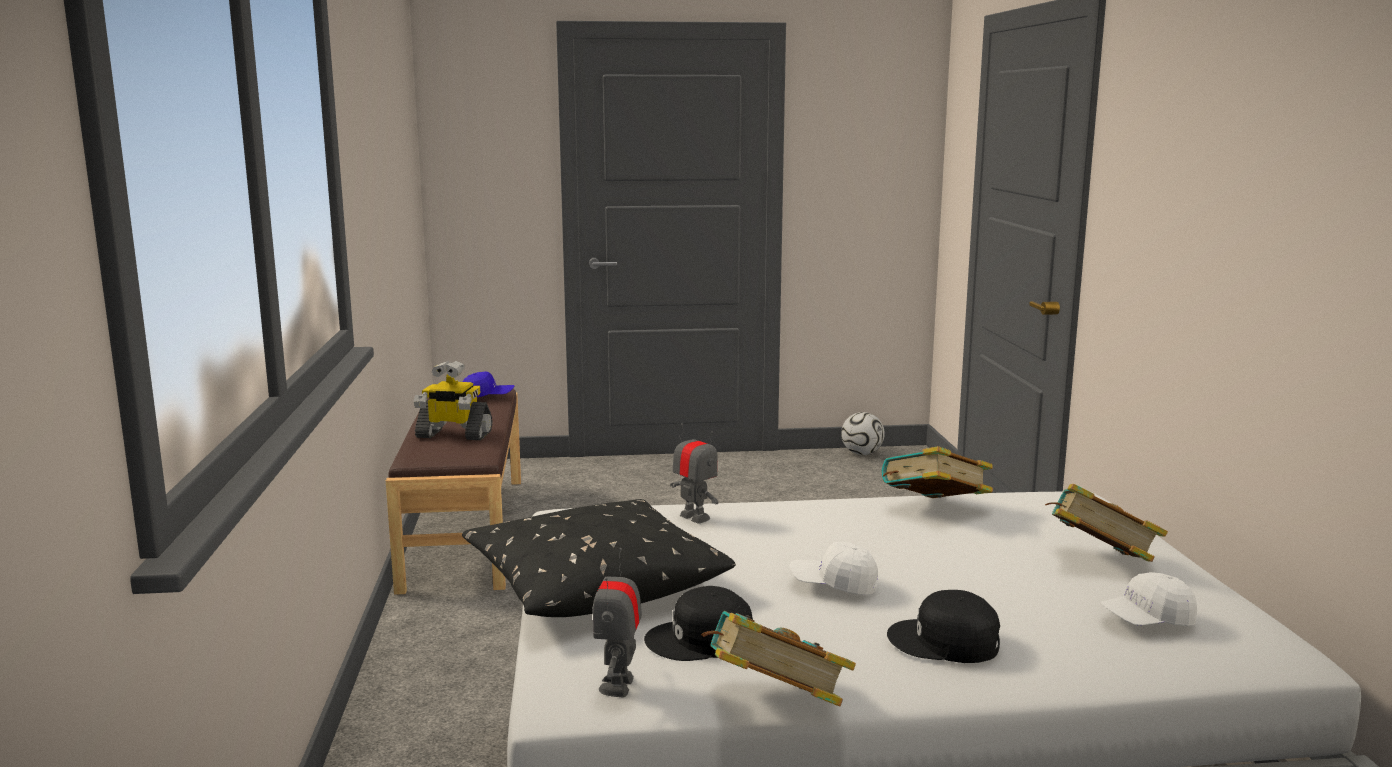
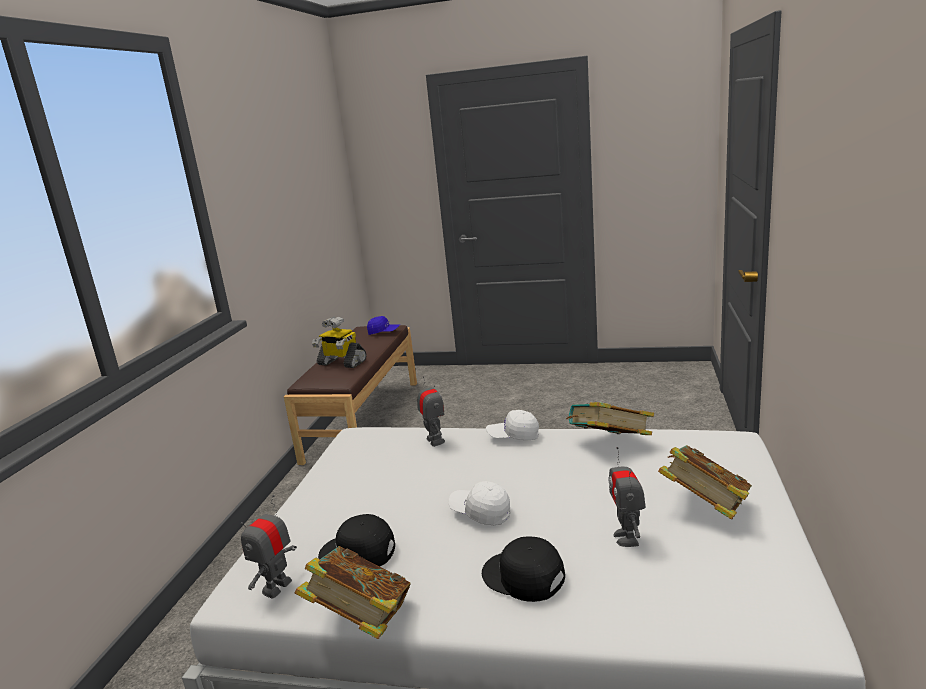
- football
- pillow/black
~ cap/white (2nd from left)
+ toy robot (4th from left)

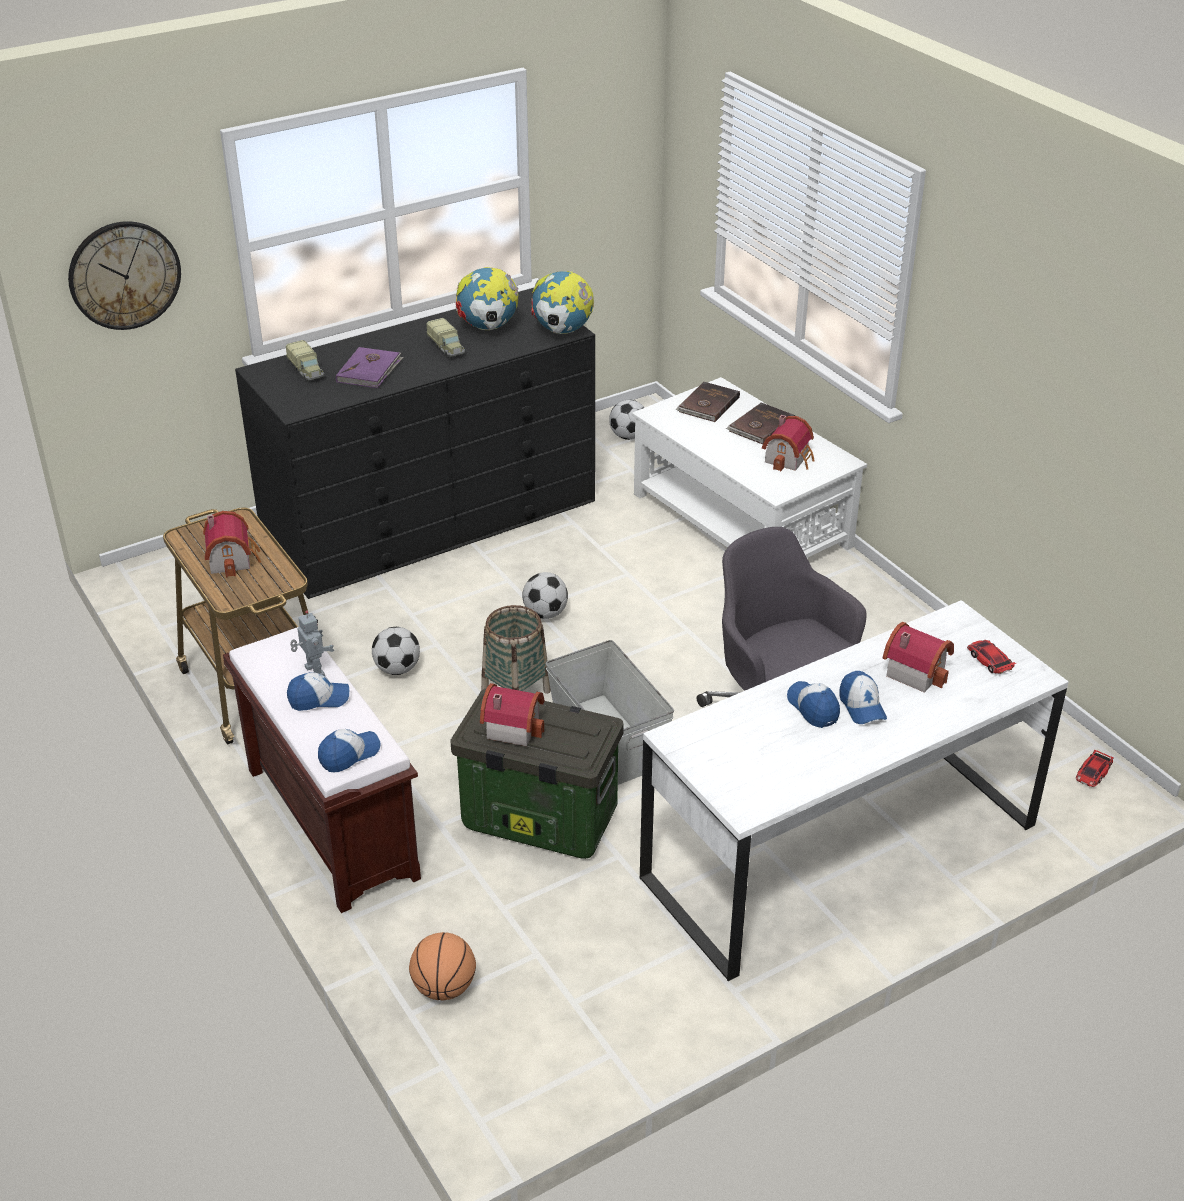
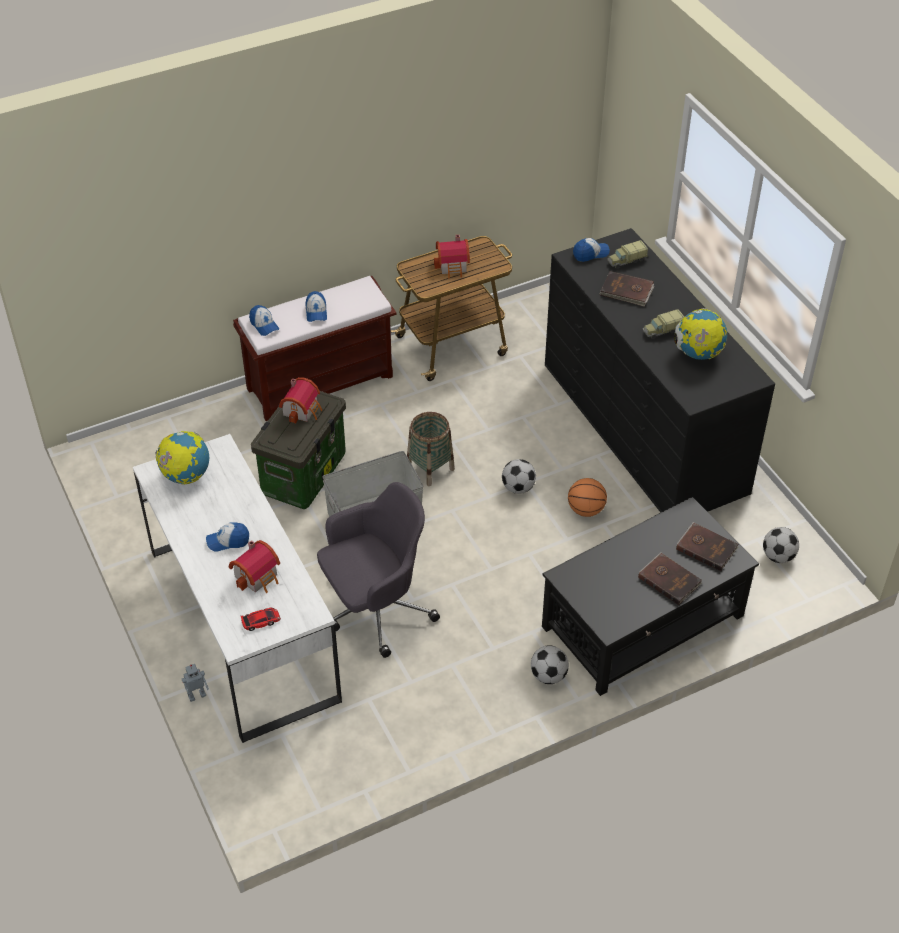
- wall clock
~ globe (2nd from left in the first image) to globe (1st from left)
~ book/purple to book/brown (1st from left)
~ coffee table/white to coffee table/black
- toy house (3rd from left)
~ toy robot
~ football (1st from left in the first image) to football (2nd from left)
~ cap (3rd from left in the first image) to cap (4th from left)
- toy car (2nd from left)
~ basketball

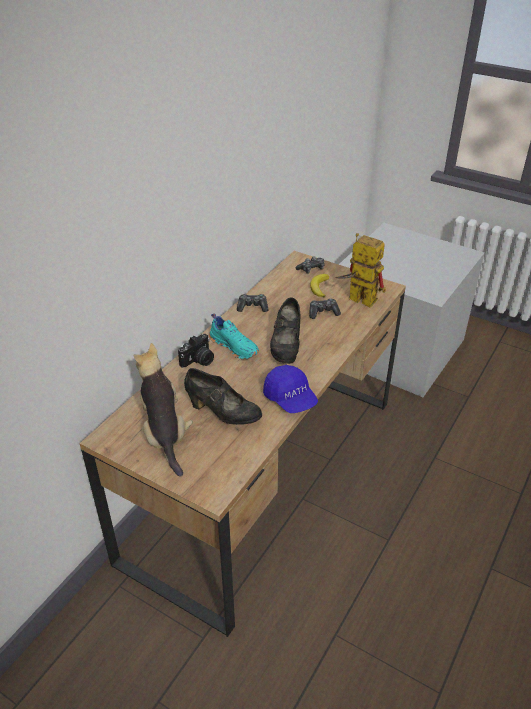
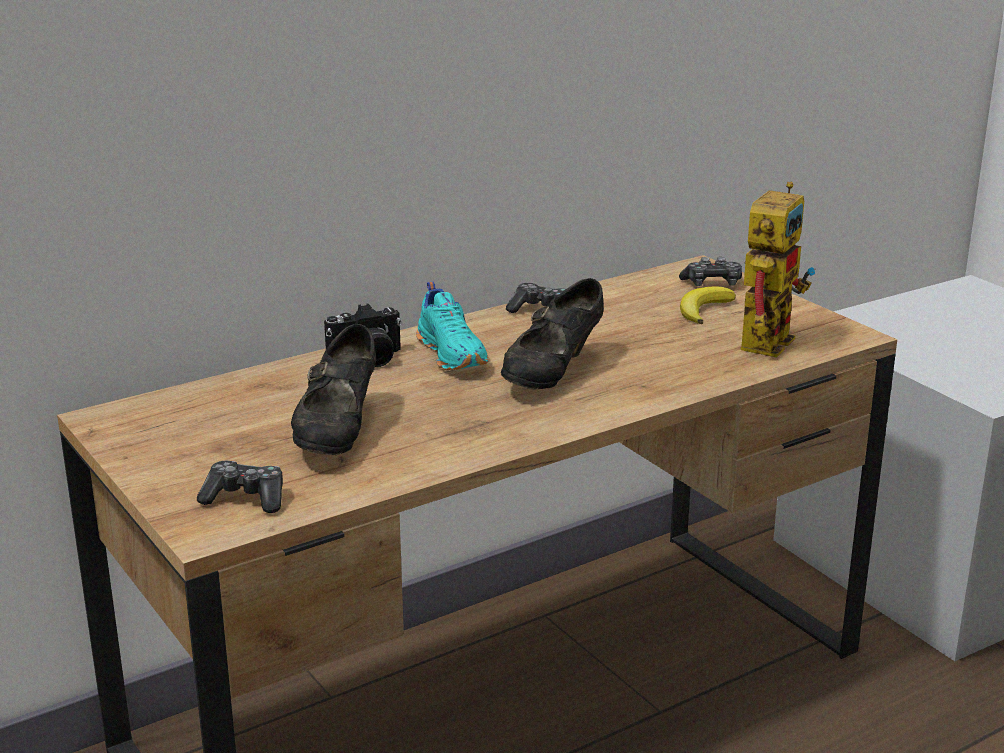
~ toy robot 60 degrees clockwise
~ game controller (3rd from left in the first image) to game controller (1st from left)
- plush toy
- cap/blue
~ shoe/black (1st from left) 45 degrees clockwise

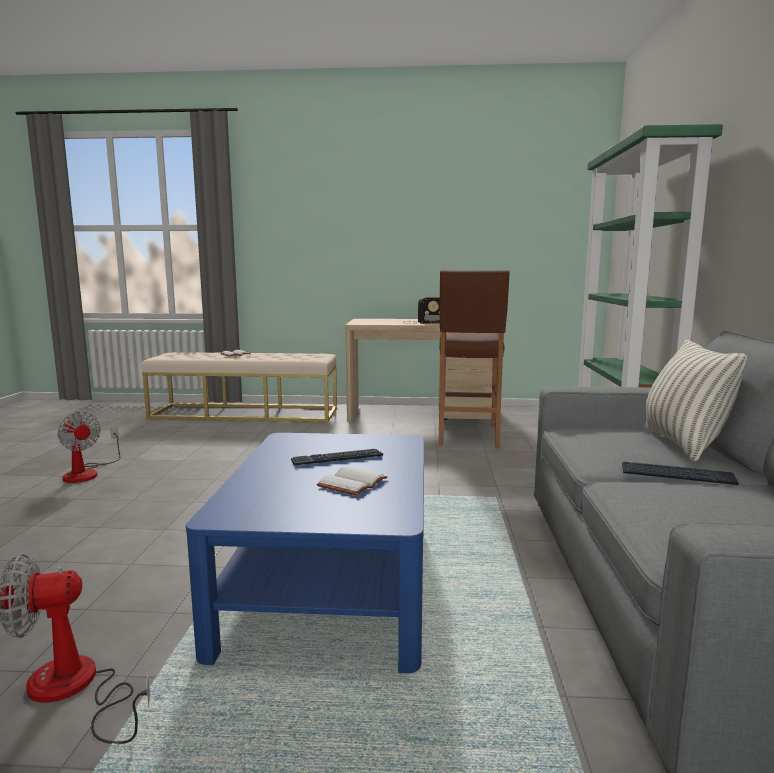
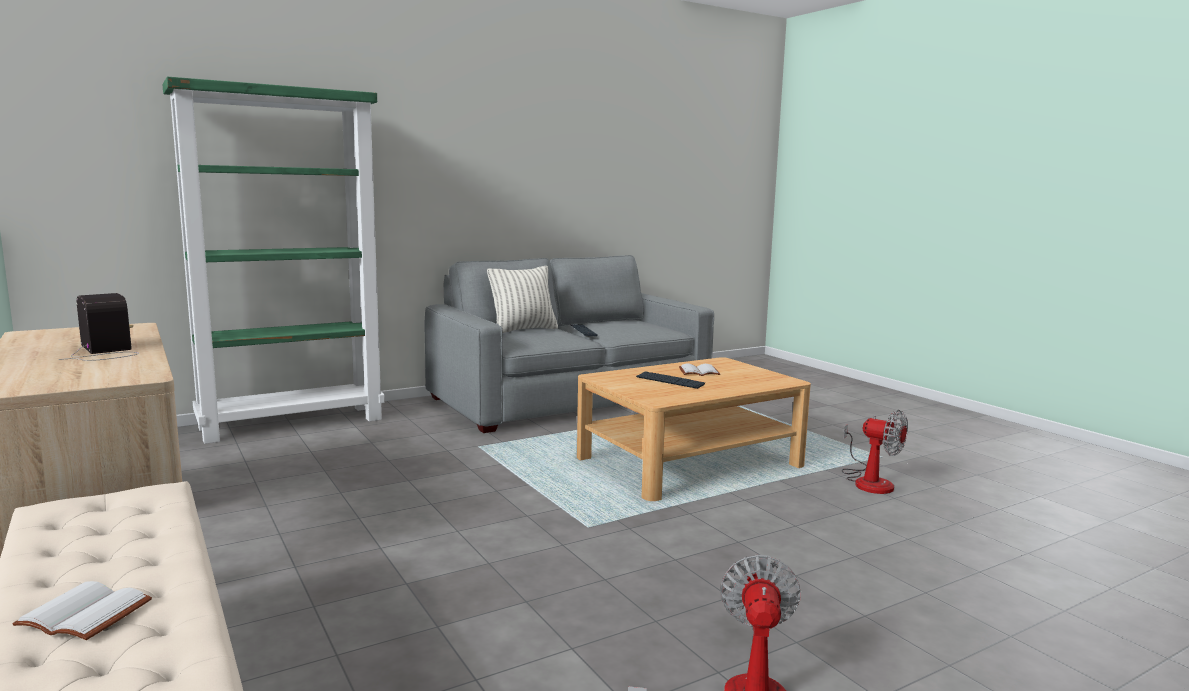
- stool/brown
~ coffee table/blue to coffee table/beige

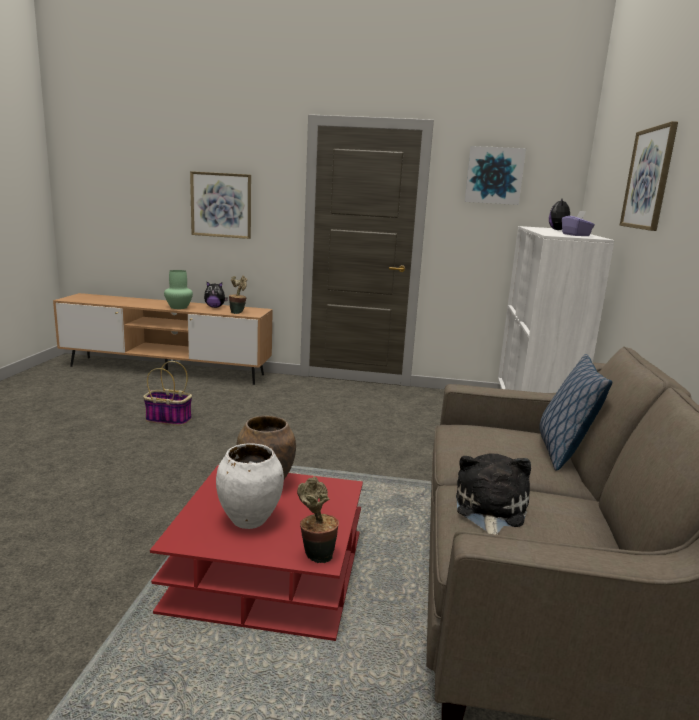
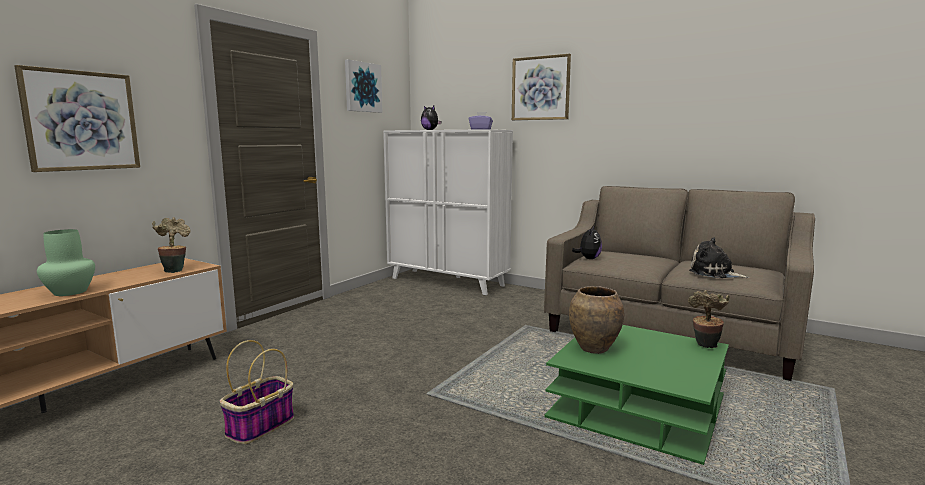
~ plush toy (1st from left in the first image) to plush toy (2nd from left)
- pillow
- vase/white
~ coffee table/red to coffee table/green

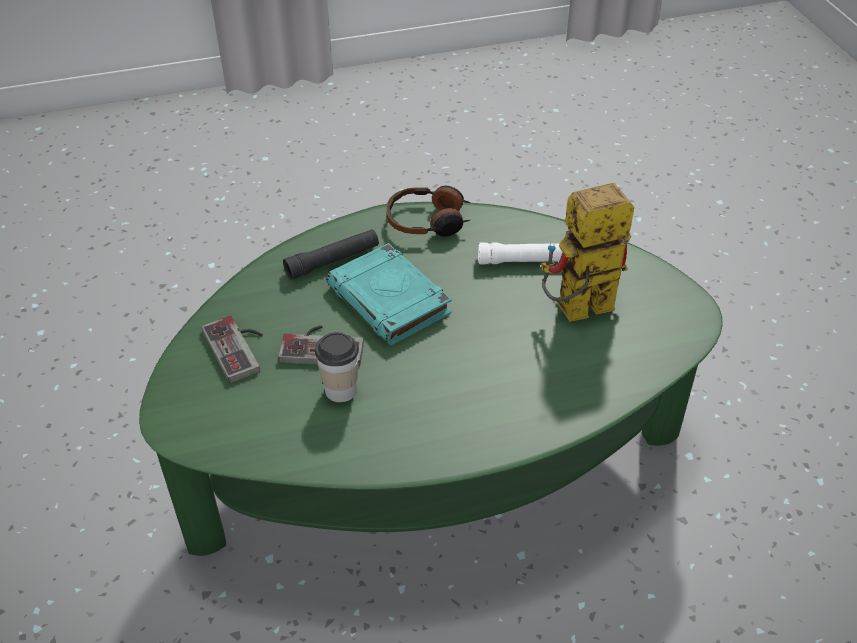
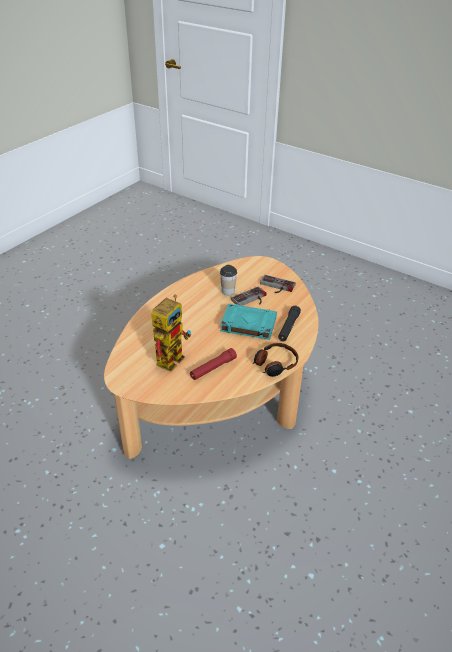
~ coffee table/green to coffee table/beige
~ flashlight/white to flashlight/red

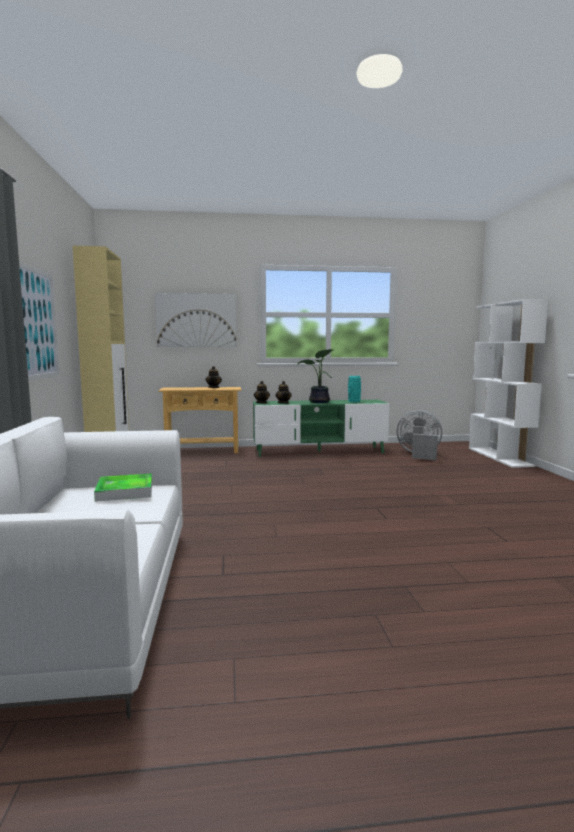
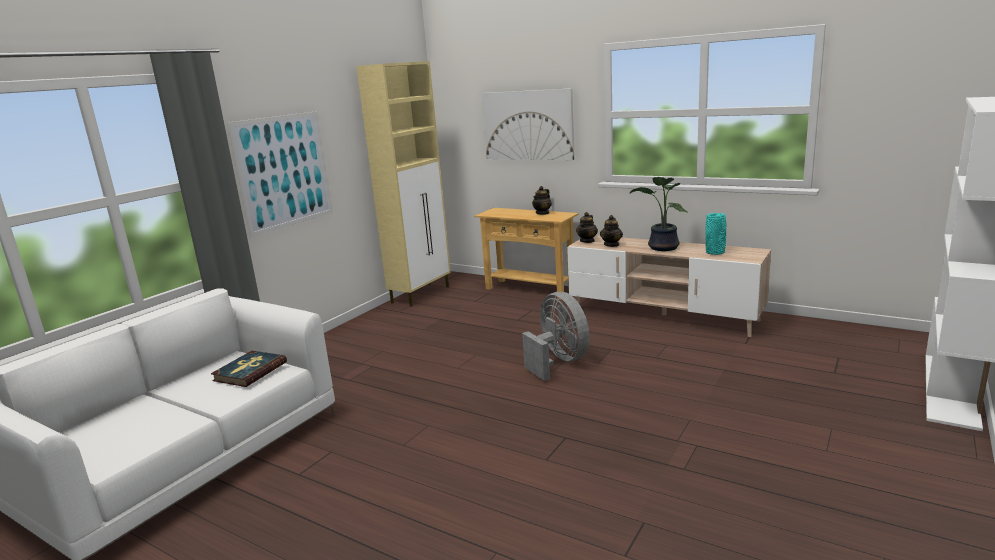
~ tv stand/green to tv stand/beige
~ fan/grey
~ tray to book

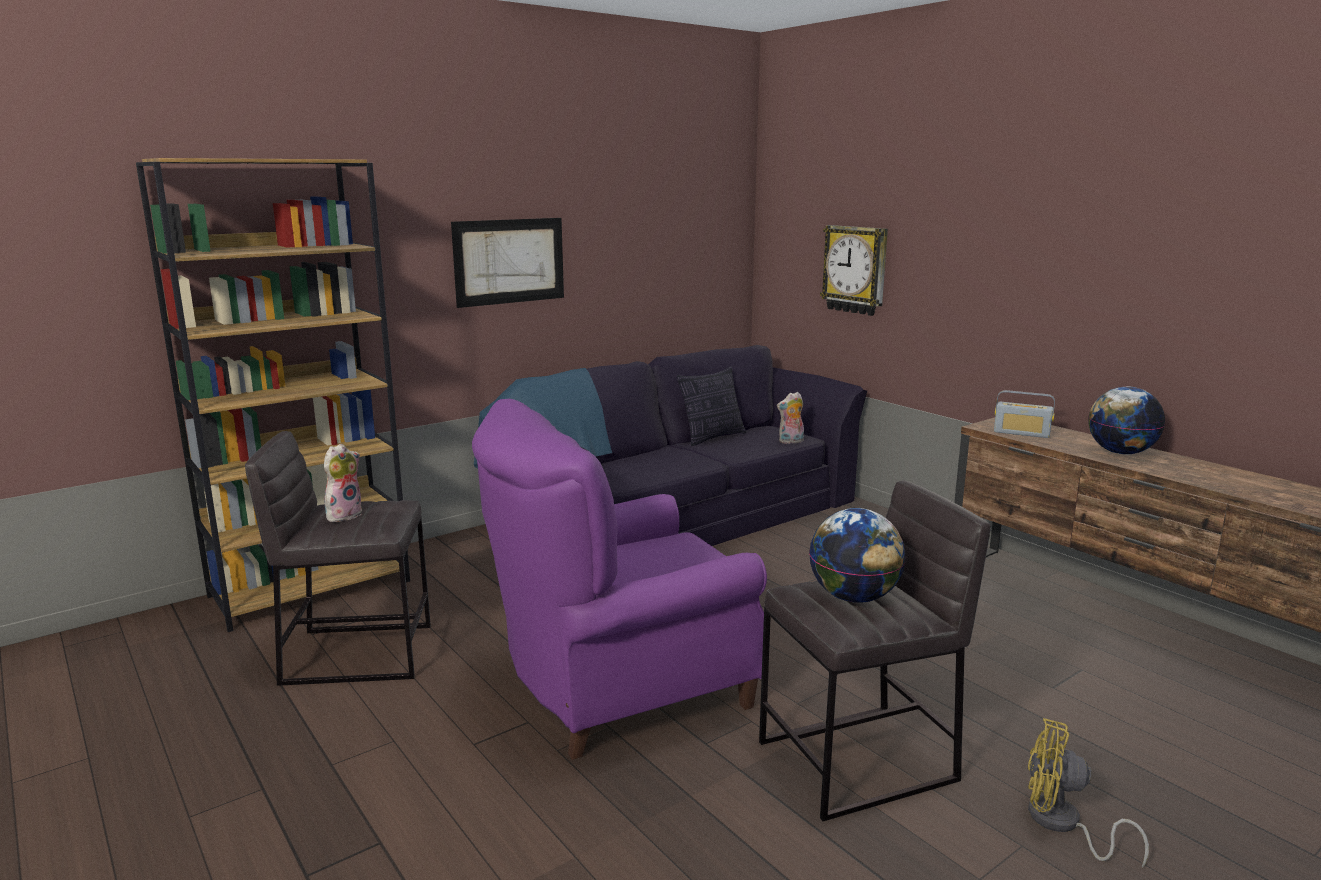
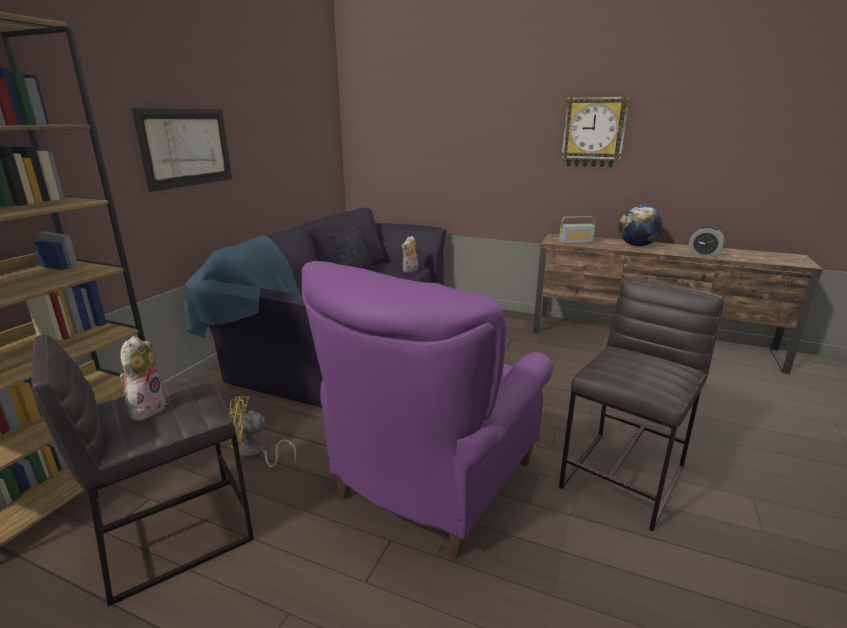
~ wall clock
- globe (1st from left)
~ fan/yellow
+ alarm clock

